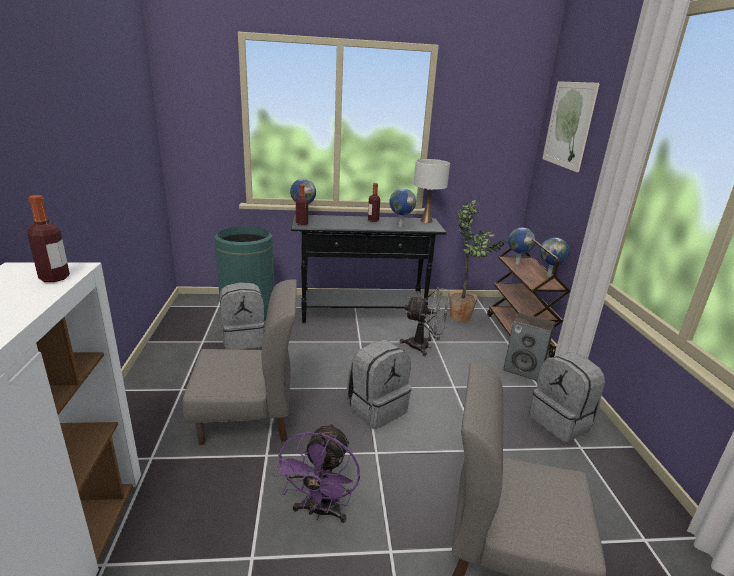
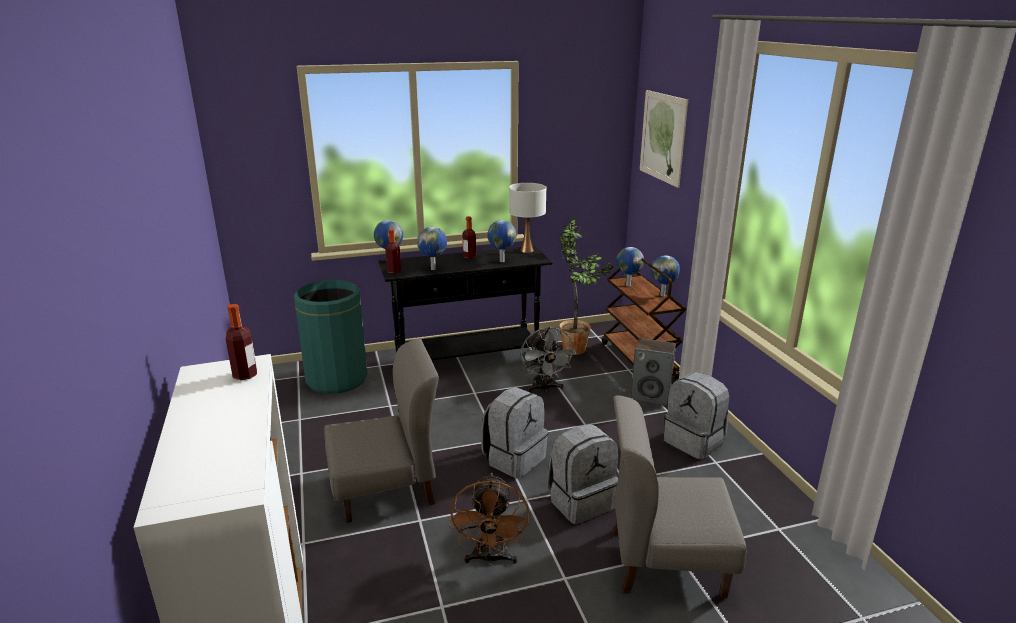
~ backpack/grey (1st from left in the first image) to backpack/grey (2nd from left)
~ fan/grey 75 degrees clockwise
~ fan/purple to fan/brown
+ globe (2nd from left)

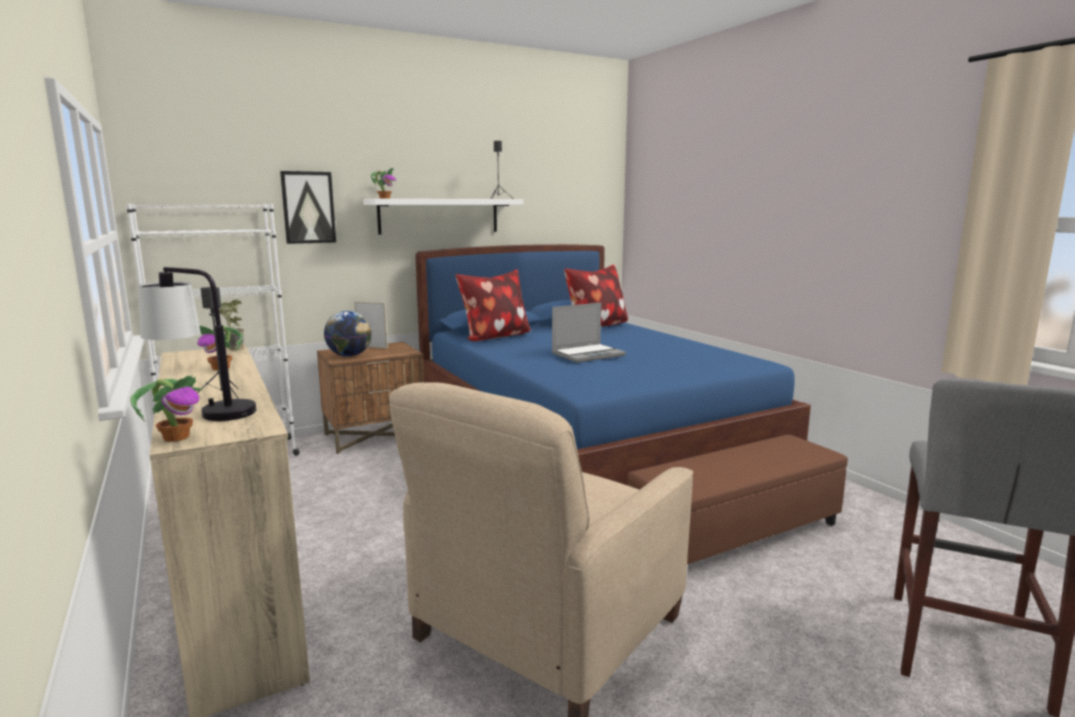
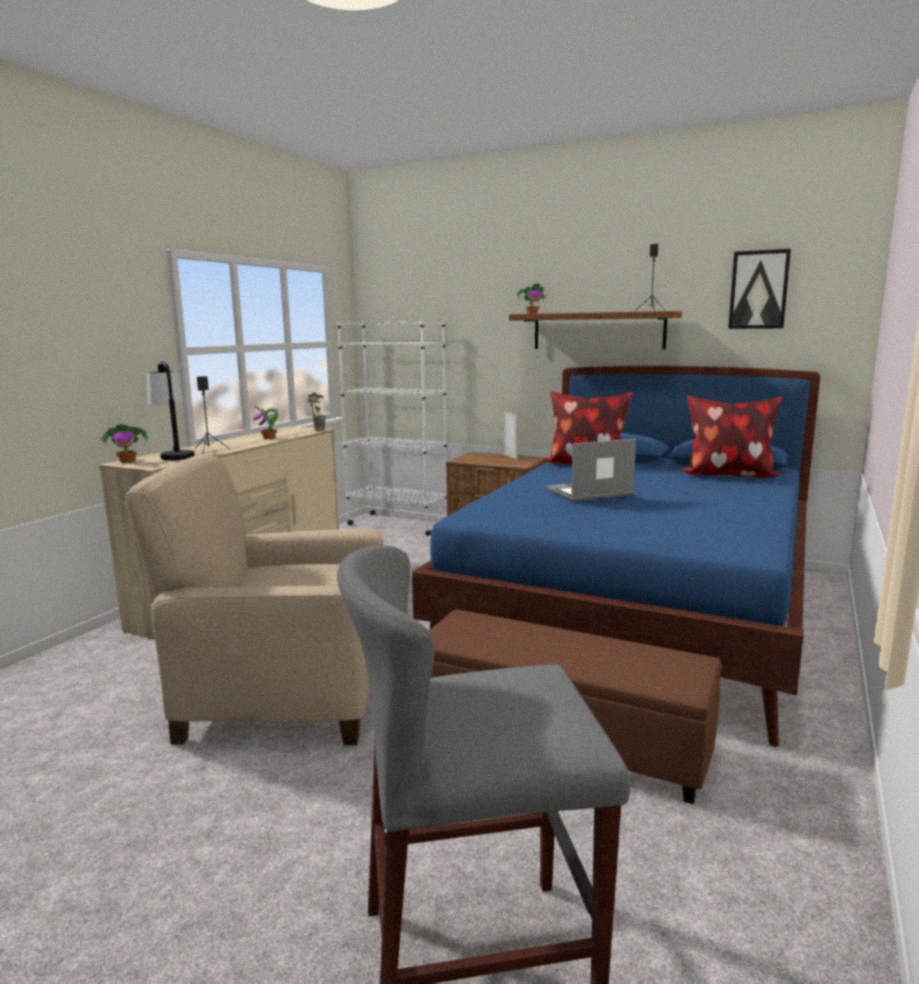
~ picture
~ shelf/white to shelf/brown
~ laptop 135 degrees clockwise
- globe

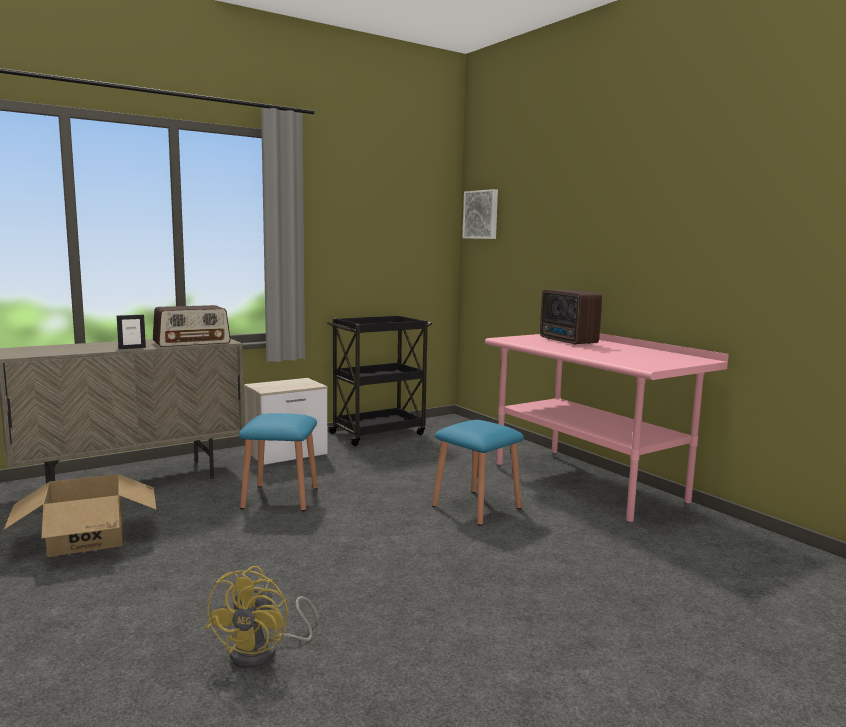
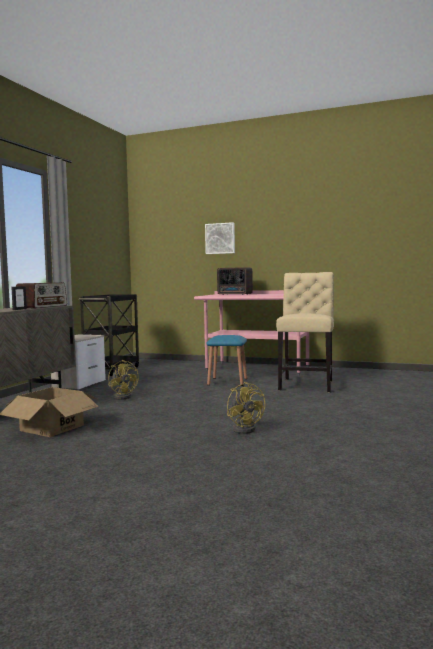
~ picture
~ stool/blue (1st from left) to fan/yellow (1st from left)
+ chair/beige

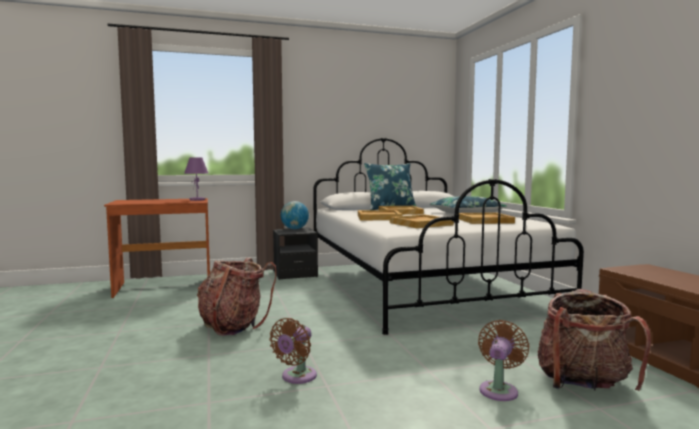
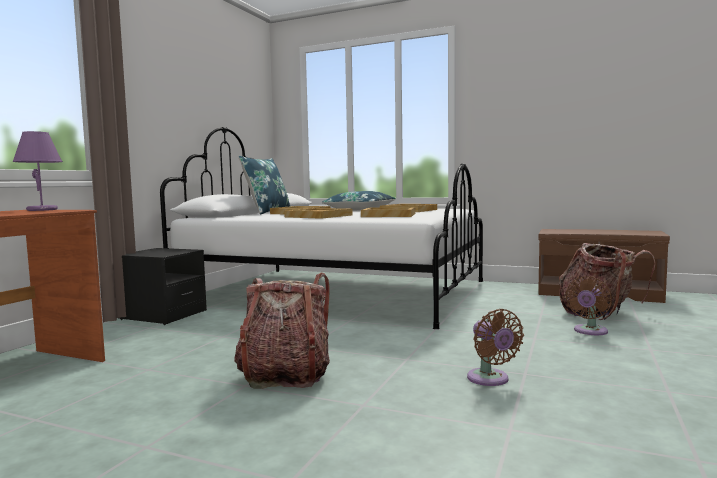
- globe
~ fan/brown (2nd from left) 120 degrees counterclockwise

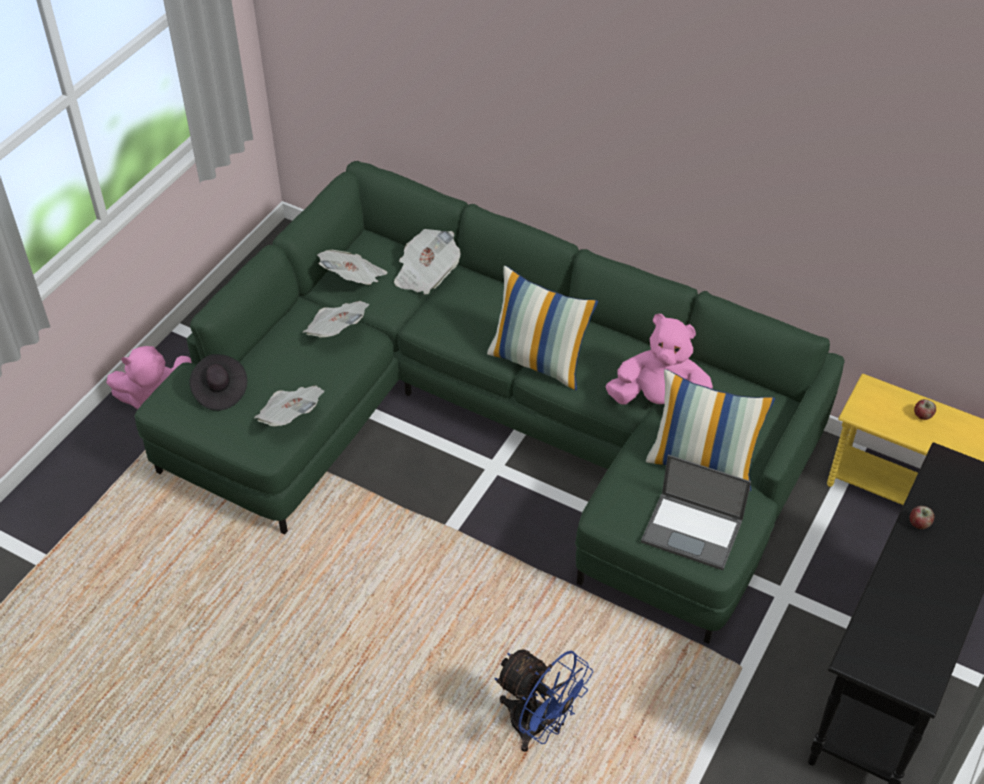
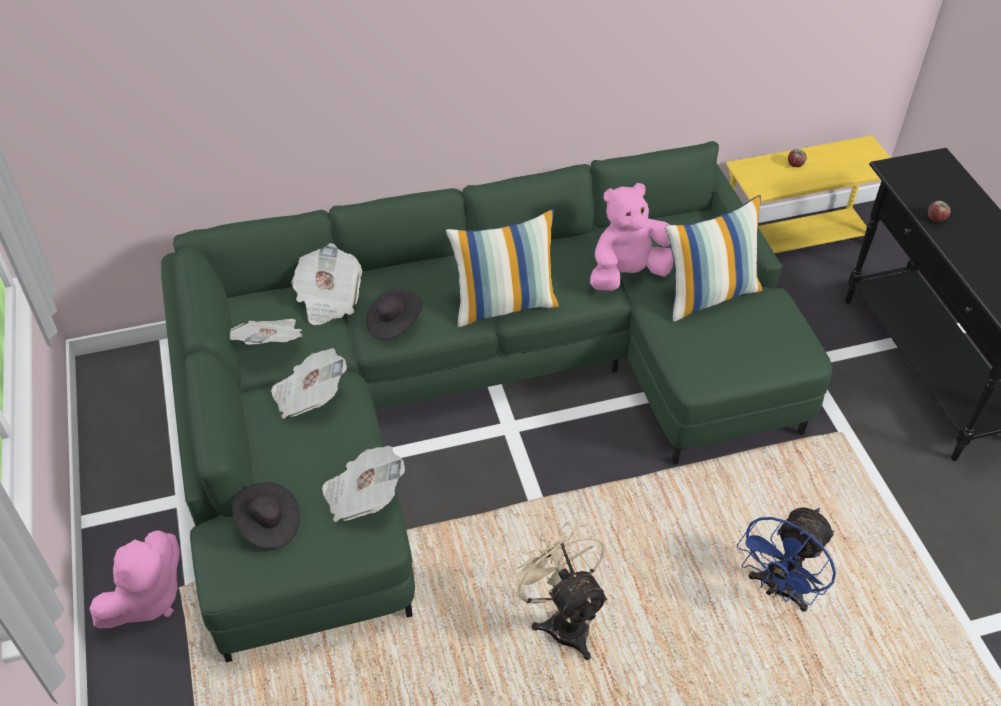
- laptop
~ fan/blue 135 degrees clockwise
+ hat/black (2nd from left)
+ fan/beige

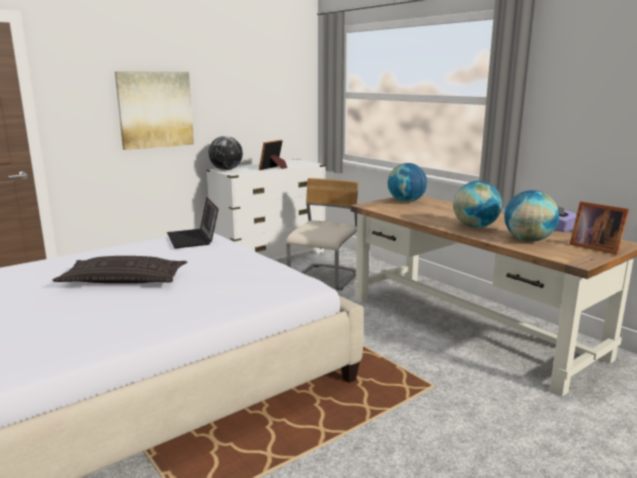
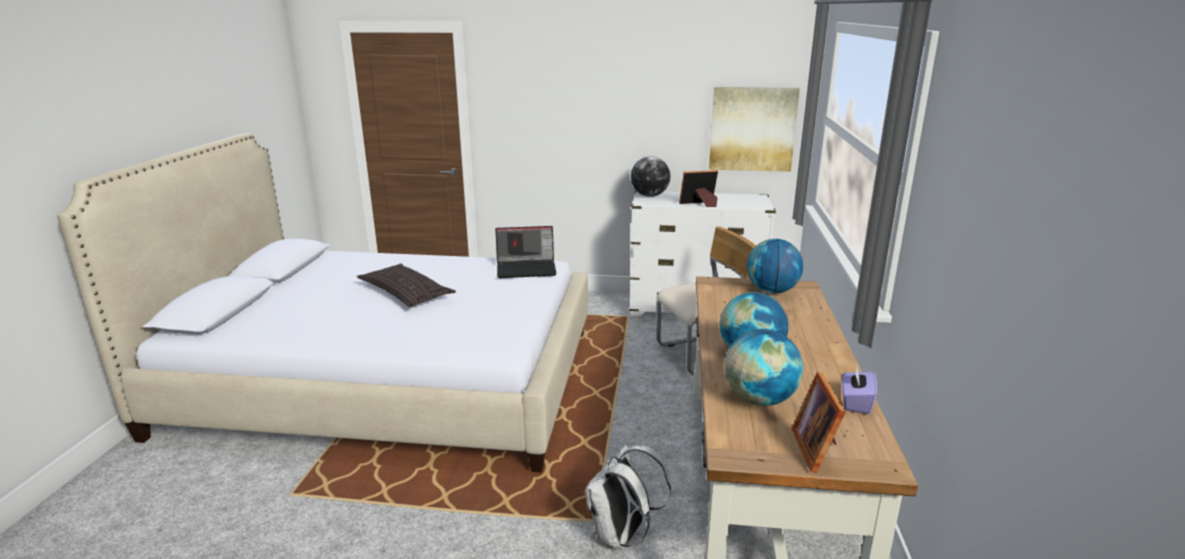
~ picture
~ laptop 120 degrees counterclockwise
+ backpack/white

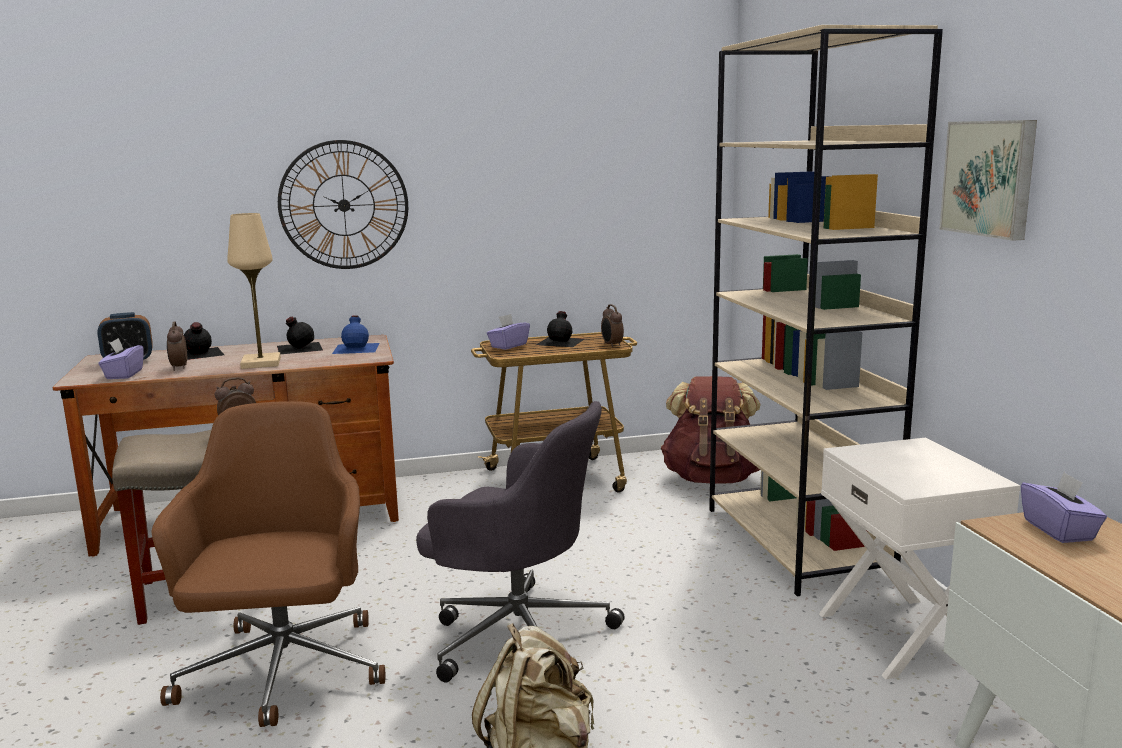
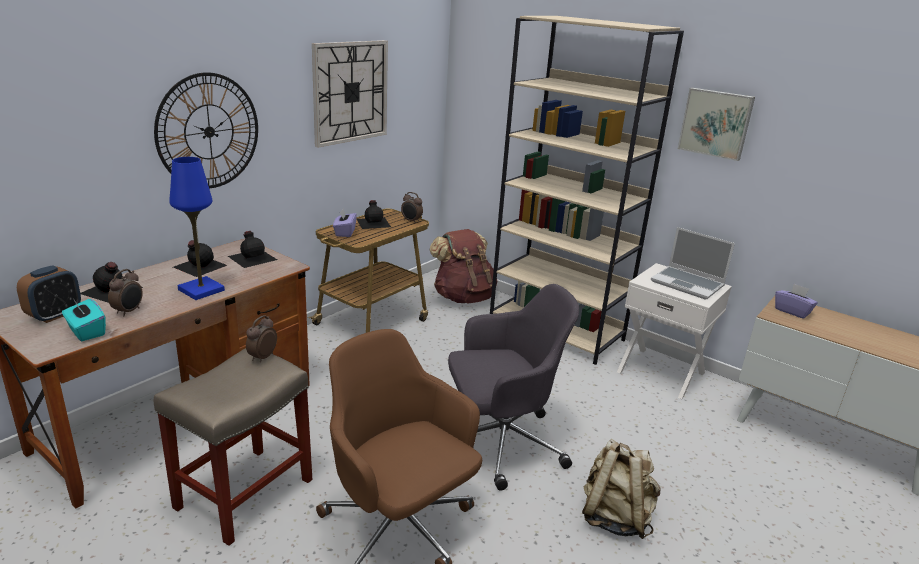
~ table lamp/beige to table lamp/blue
~ bottle/blue to bottle/black (3rd from left)
~ alarm clock (2nd from left) 105 degrees counterclockwise
~ tissue box/purple (1st from left) to tissue box/turquoise
+ wall clock (2nd from left)
+ laptop

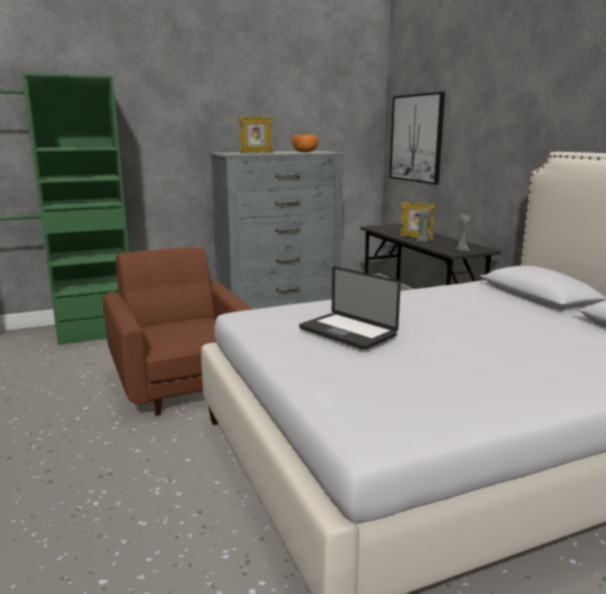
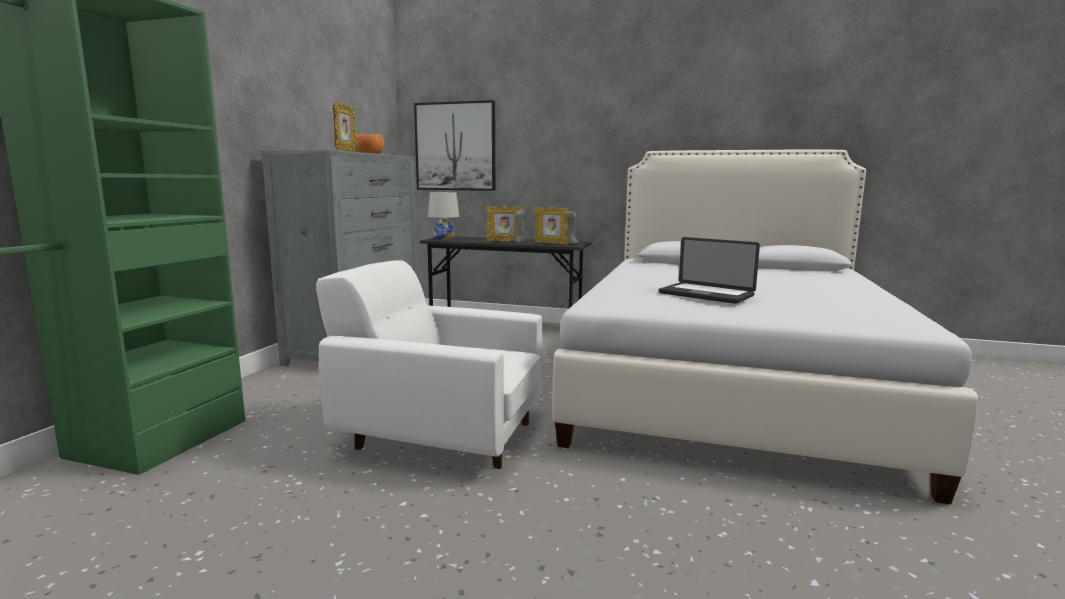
~ armchair/brown to armchair/white
~ laptop 45 degrees clockwise
+ table lamp/white
+ picture frame (3rd from left)

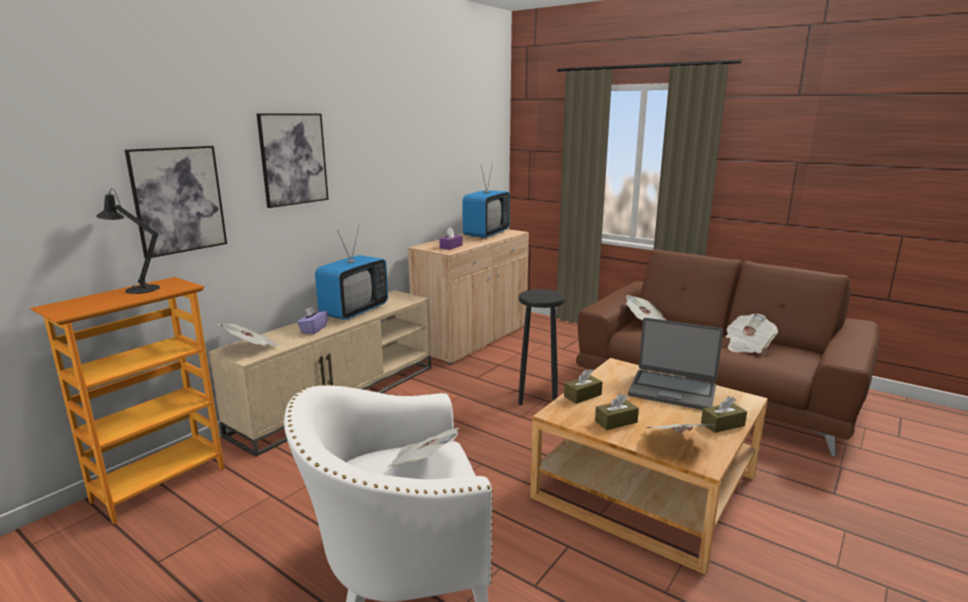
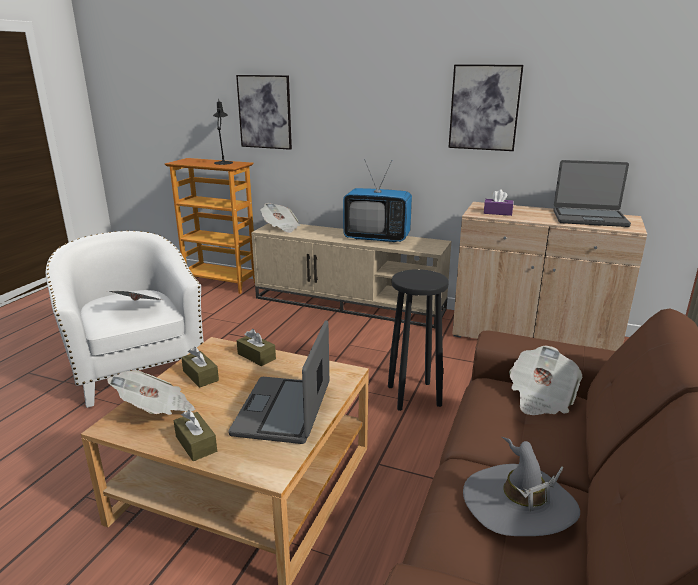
~ picture (2nd from left)
~ television (2nd from left) to laptop (2nd from left)
- tissue box/purple (1st from left)
~ newspaper (5th from left) to hat/grey

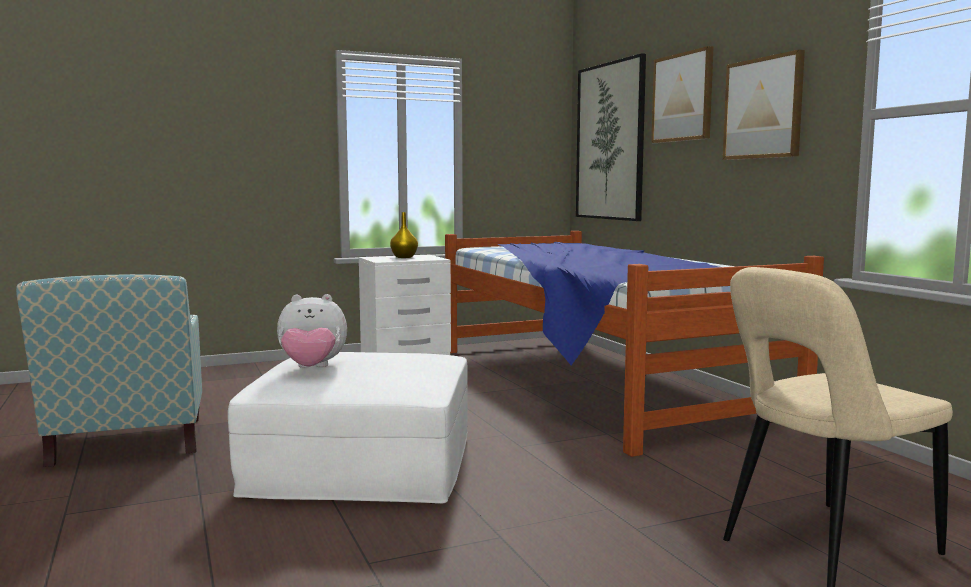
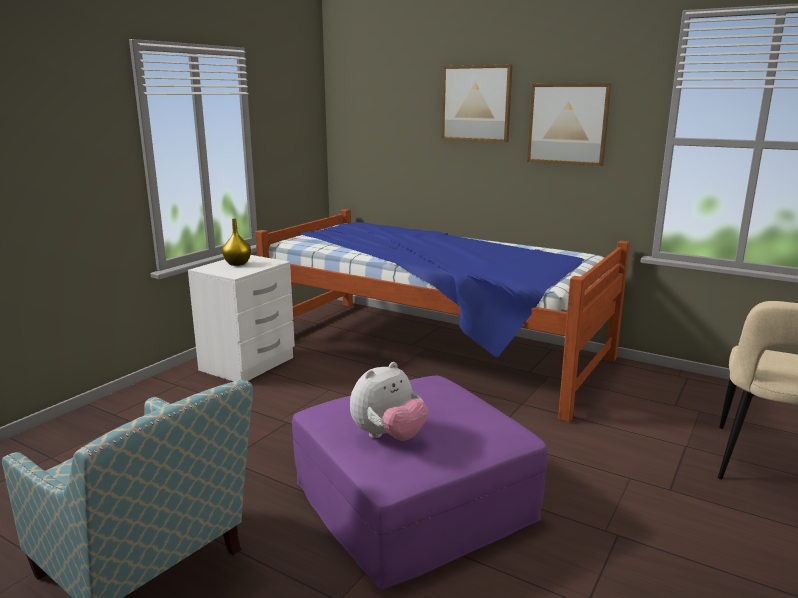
- picture (1st from left)
~ ottoman/white to ottoman/purple

